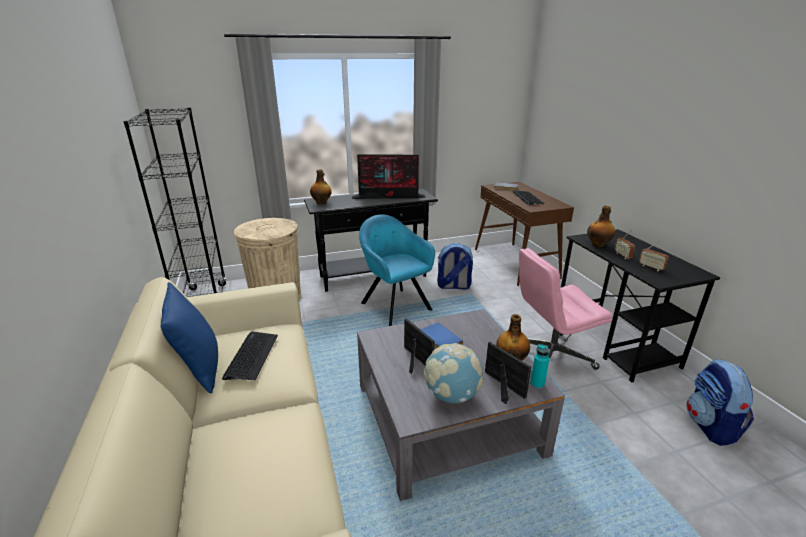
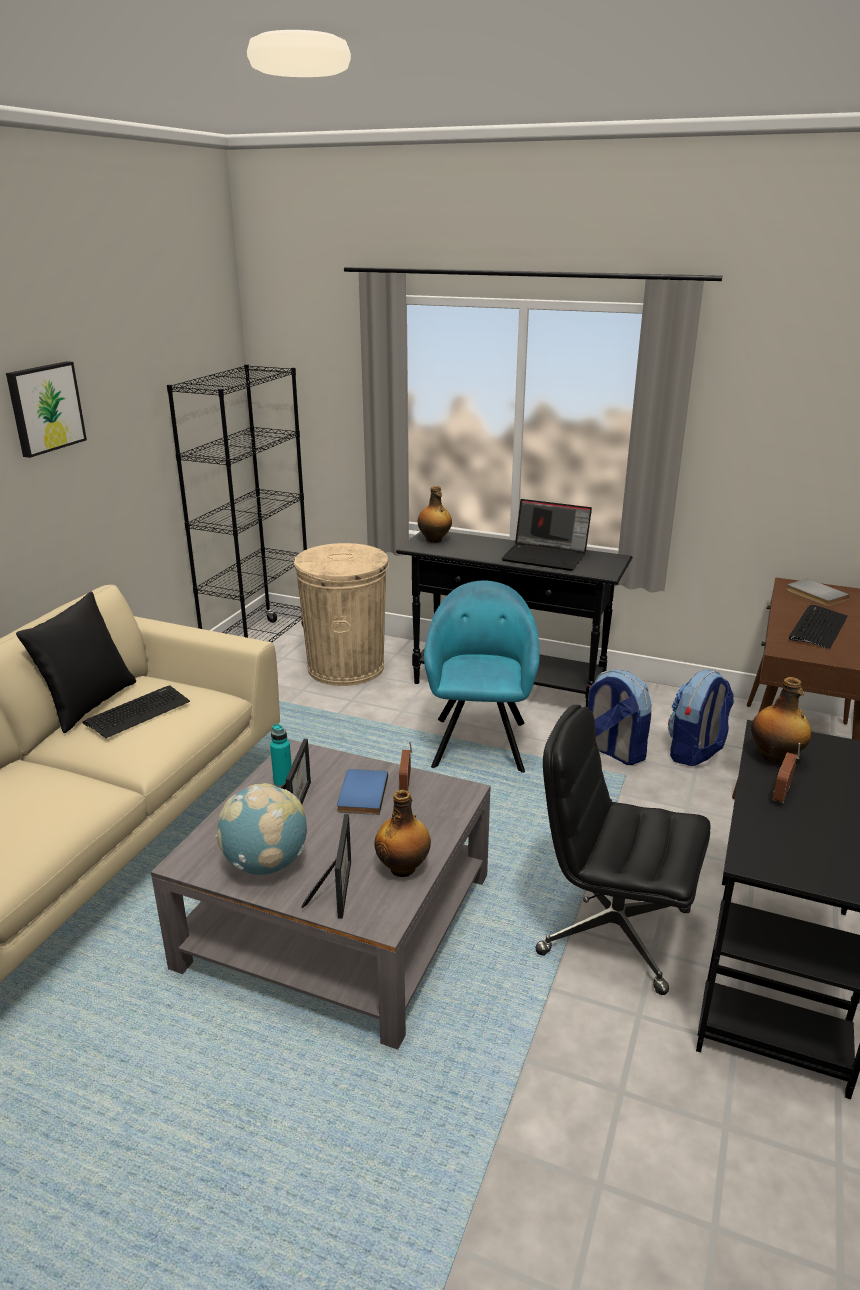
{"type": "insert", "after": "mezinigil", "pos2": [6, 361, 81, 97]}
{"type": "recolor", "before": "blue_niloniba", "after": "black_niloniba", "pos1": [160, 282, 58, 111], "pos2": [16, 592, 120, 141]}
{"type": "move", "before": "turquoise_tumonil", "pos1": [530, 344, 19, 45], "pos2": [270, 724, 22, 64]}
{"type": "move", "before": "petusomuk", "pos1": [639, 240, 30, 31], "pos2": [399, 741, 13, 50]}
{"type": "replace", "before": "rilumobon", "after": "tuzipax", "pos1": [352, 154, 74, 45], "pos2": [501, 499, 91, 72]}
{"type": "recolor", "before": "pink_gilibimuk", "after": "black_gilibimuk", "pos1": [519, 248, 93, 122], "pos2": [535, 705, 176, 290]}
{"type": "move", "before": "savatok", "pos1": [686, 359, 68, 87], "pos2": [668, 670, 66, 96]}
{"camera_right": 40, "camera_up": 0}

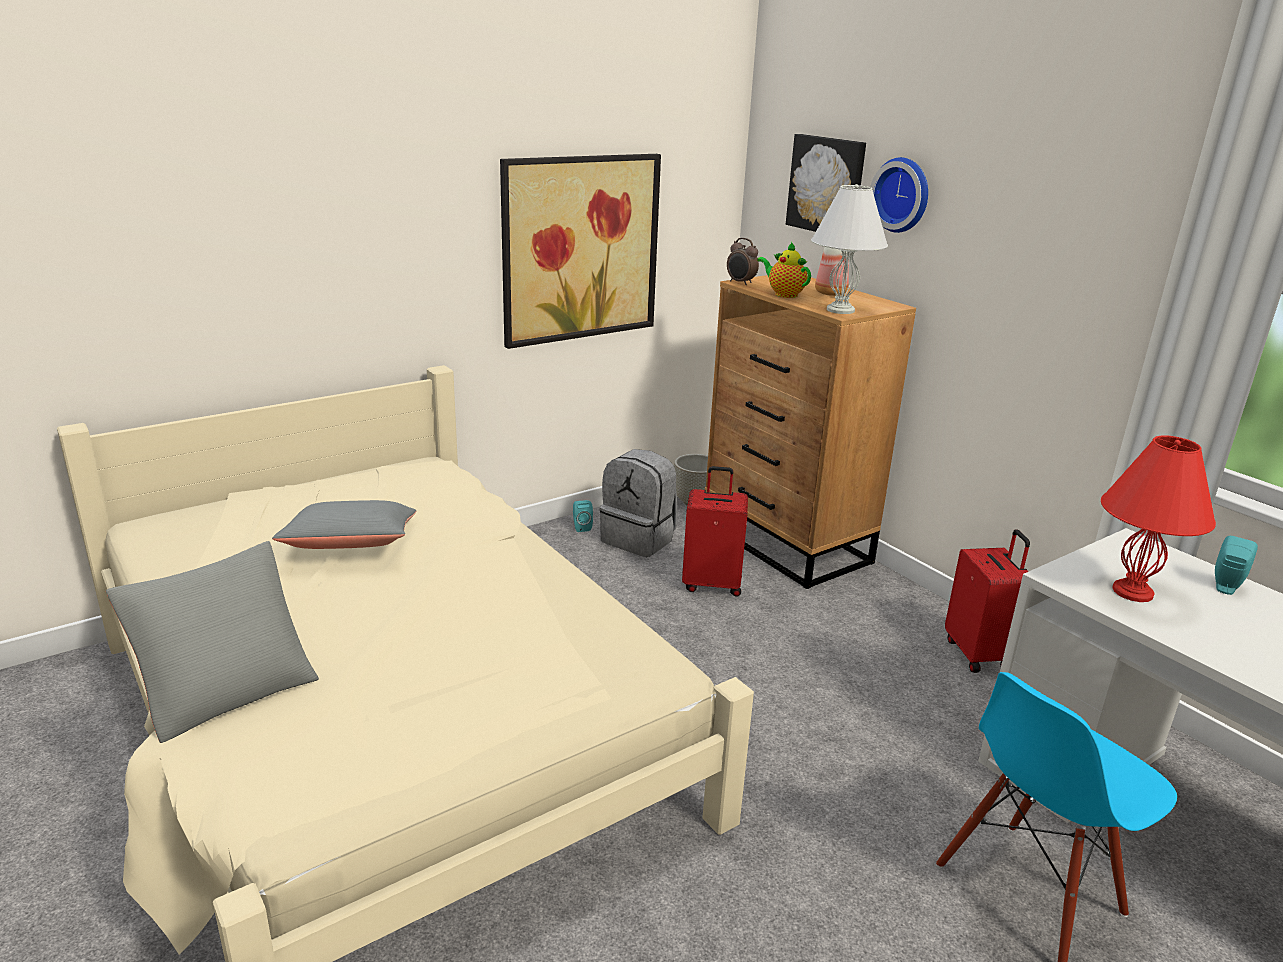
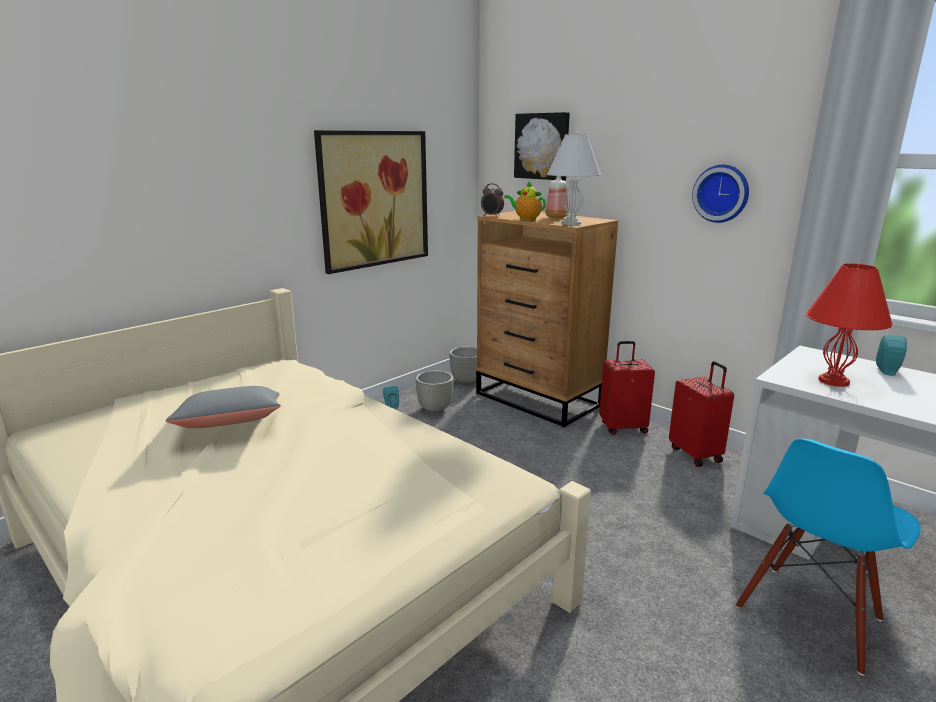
{"type": "replace", "before": "grey_savatok", "after": "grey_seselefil", "pos1": [600, 449, 77, 108], "pos2": [415, 370, 38, 43]}
{"type": "move", "before": "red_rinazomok", "pos1": [682, 466, 66, 131], "pos2": [599, 341, 56, 94]}
{"type": "move", "before": "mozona", "pos1": [870, 157, 58, 76], "pos2": [692, 164, 57, 59]}
{"type": "delete", "before": "grey_niloniba", "pos1": [106, 541, 213, 202]}
{"camera_right": -10, "camera_up": -5}

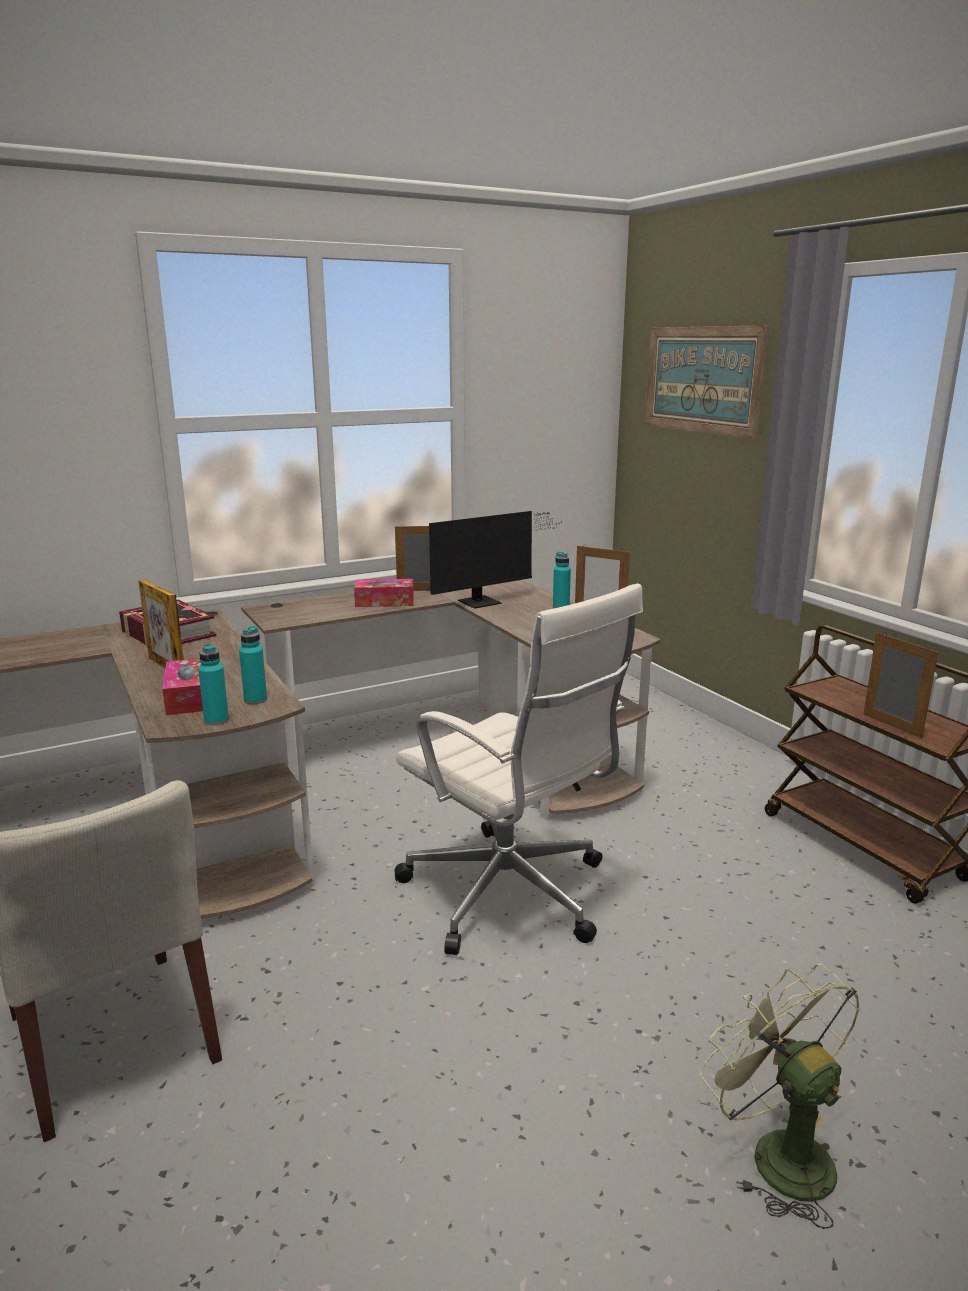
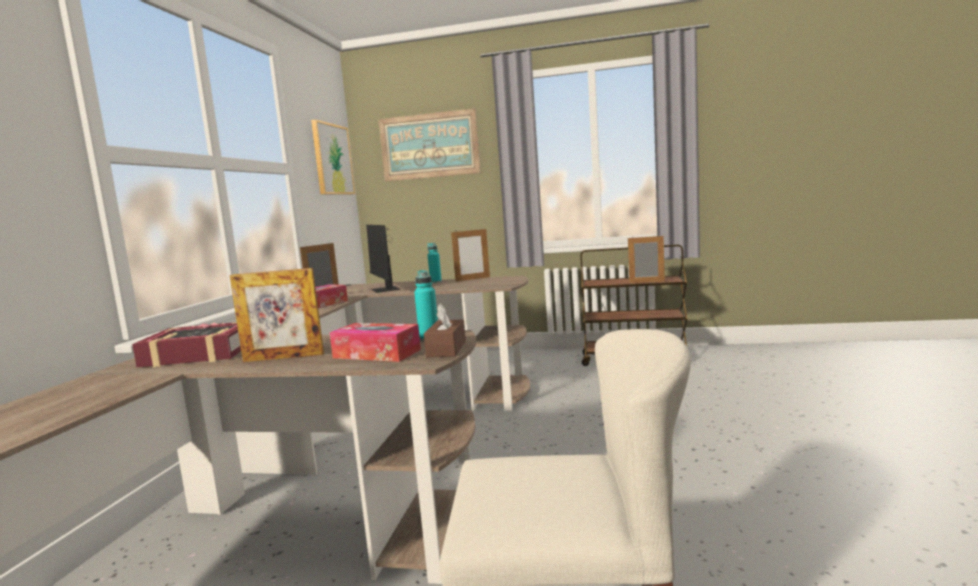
{"type": "insert", "after": "mezinigil", "pos2": [311, 119, 44, 76]}
{"type": "rotate", "before": "rilumobon", "pos1": [429, 511, 131, 98], "pos2": [366, 225, 34, 68], "turn": 150}
{"type": "replace", "before": "turquoise_tumonil", "after": "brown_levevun", "pos1": [198, 644, 31, 81], "pos2": [424, 303, 42, 54]}
{"type": "delete", "before": "white_gilibimuk", "pos1": [395, 583, 248, 372]}
{"type": "delete", "before": "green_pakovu", "pos1": [700, 963, 160, 266]}
{"camera_right": -50, "camera_up": -10}

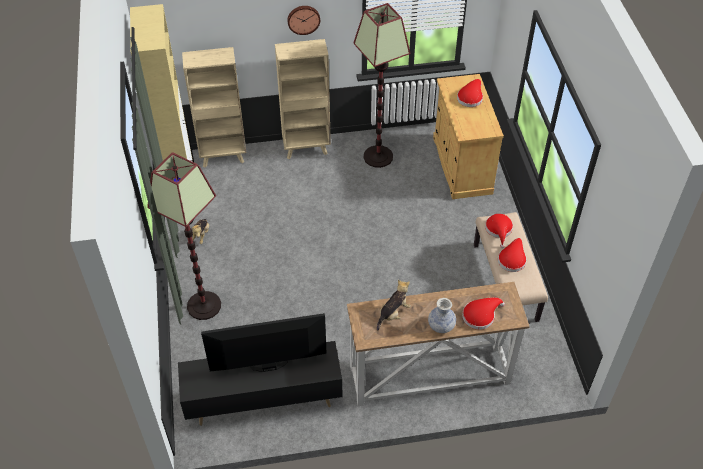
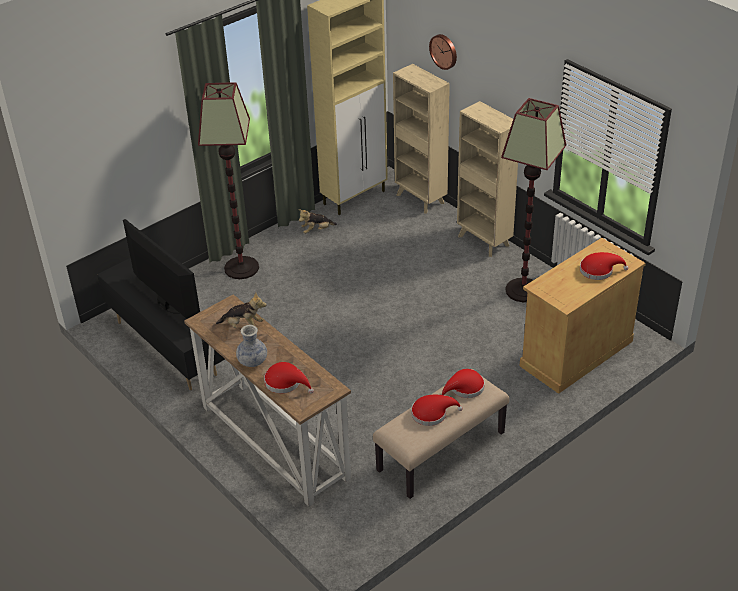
{"type": "move", "before": "mozona", "pos1": [287, 6, 33, 29], "pos2": [429, 34, 28, 36]}
{"camera_right": 60, "camera_up": -10}

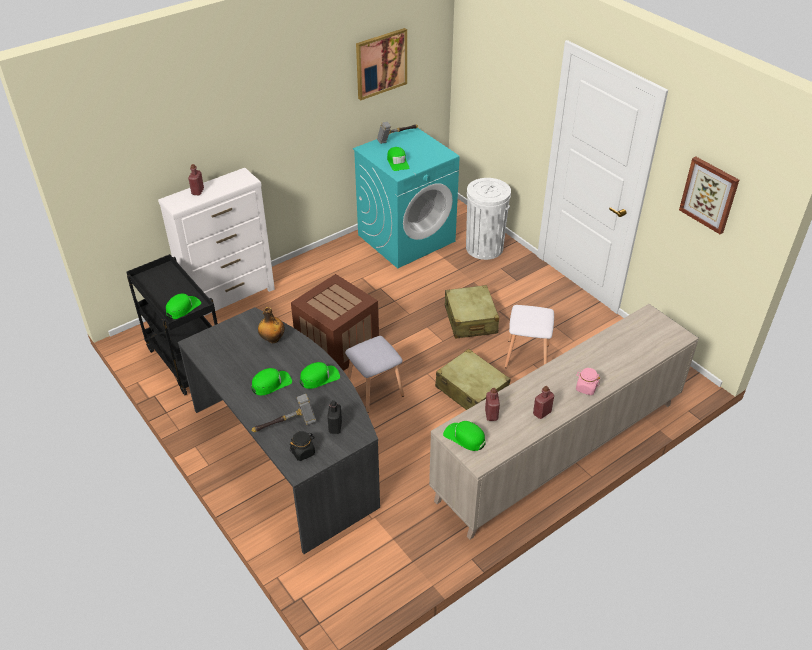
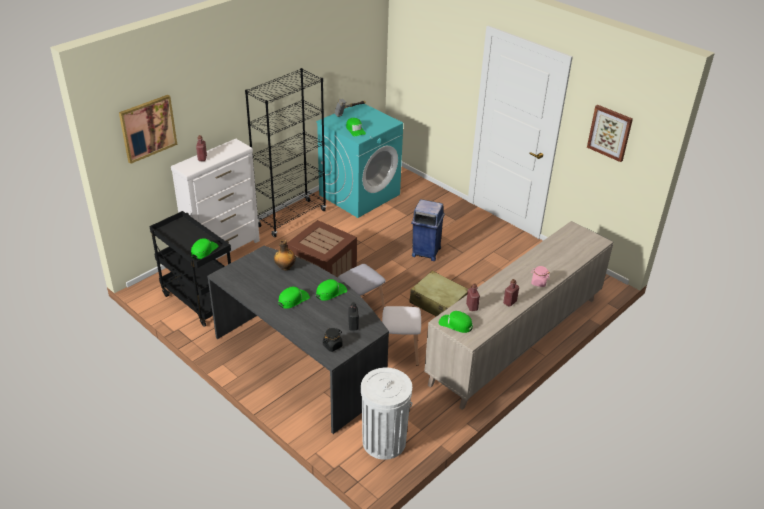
{"type": "move", "before": "mezinigil", "pos1": [356, 28, 51, 72], "pos2": [119, 95, 58, 69]}
{"type": "insert", "after": "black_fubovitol", "pos2": [245, 68, 81, 169]}
{"type": "move", "before": "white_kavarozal", "pos1": [466, 178, 45, 82], "pos2": [361, 368, 51, 92]}
{"type": "move", "before": "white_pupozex", "pos1": [505, 305, 49, 63], "pos2": [382, 306, 39, 60]}
{"type": "replace", "before": "beige_rinazomok", "after": "blue_kavarozal", "pos1": [445, 285, 54, 53], "pos2": [411, 199, 34, 62]}
{"type": "delete", "before": "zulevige", "pos1": [251, 394, 65, 38]}
{"camera_right": -10, "camera_up": -5}

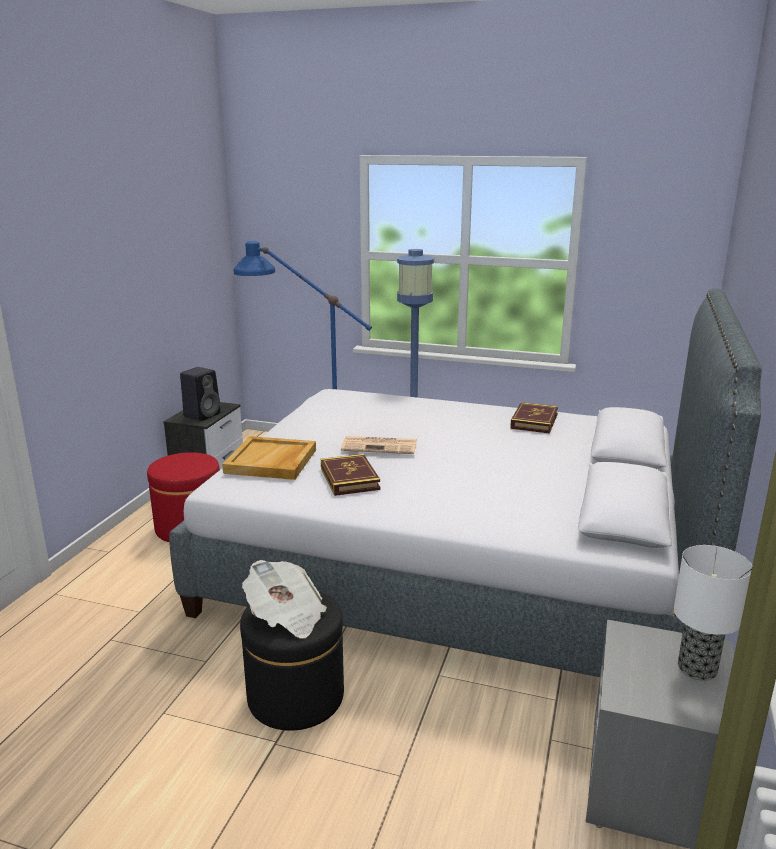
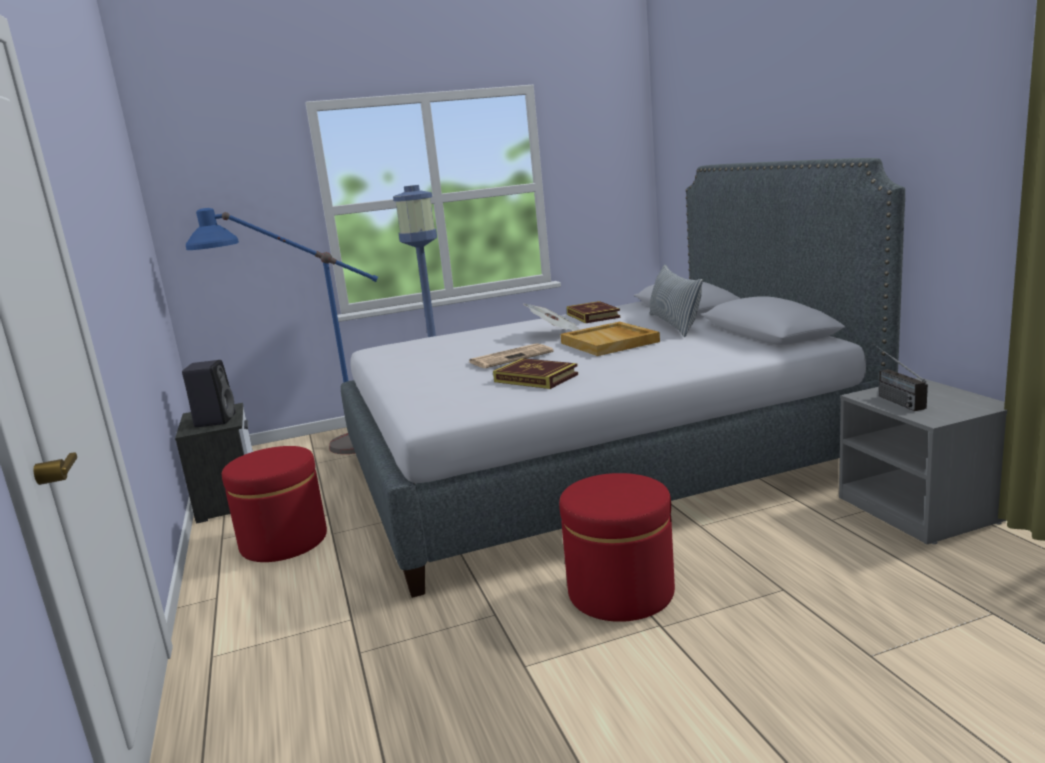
{"type": "move", "before": "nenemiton", "pos1": [242, 560, 85, 78], "pos2": [523, 304, 57, 27]}
{"type": "recolor", "before": "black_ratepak", "after": "red_ratepak", "pos1": [240, 591, 104, 140], "pos2": [559, 473, 116, 149]}
{"type": "move", "before": "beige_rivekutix", "pos1": [222, 436, 94, 44], "pos2": [560, 322, 100, 34]}
{"type": "insert", "after": "niloniba", "pos2": [650, 264, 53, 73]}
{"type": "insert", "after": "petusomuk", "pos2": [872, 343, 56, 68]}
{"type": "delete", "before": "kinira", "pos1": [674, 545, 78, 136]}
{"camera_right": -35, "camera_up": -5}

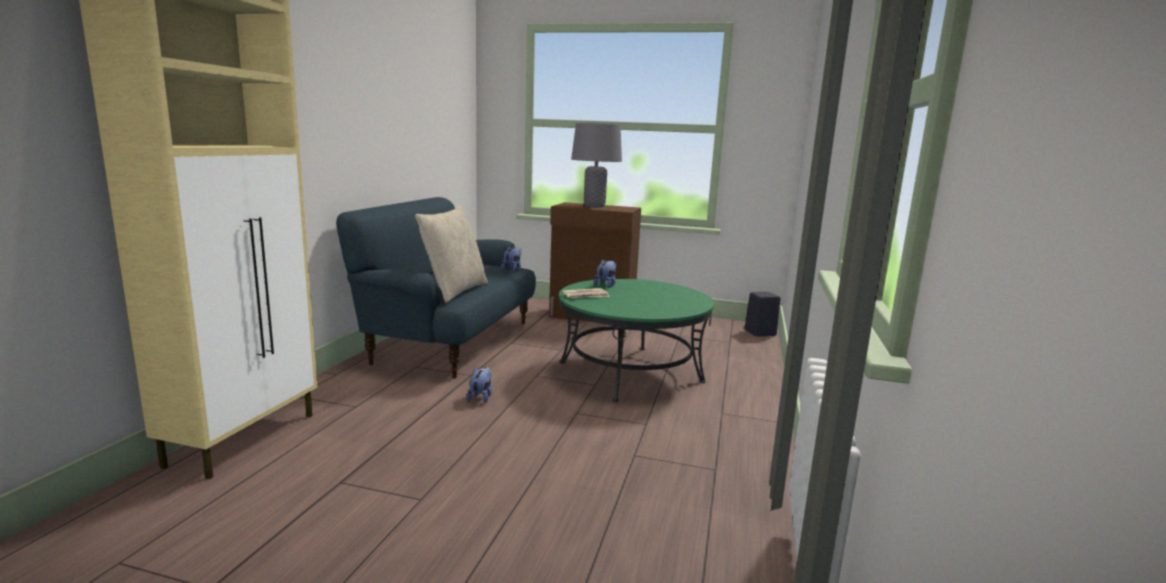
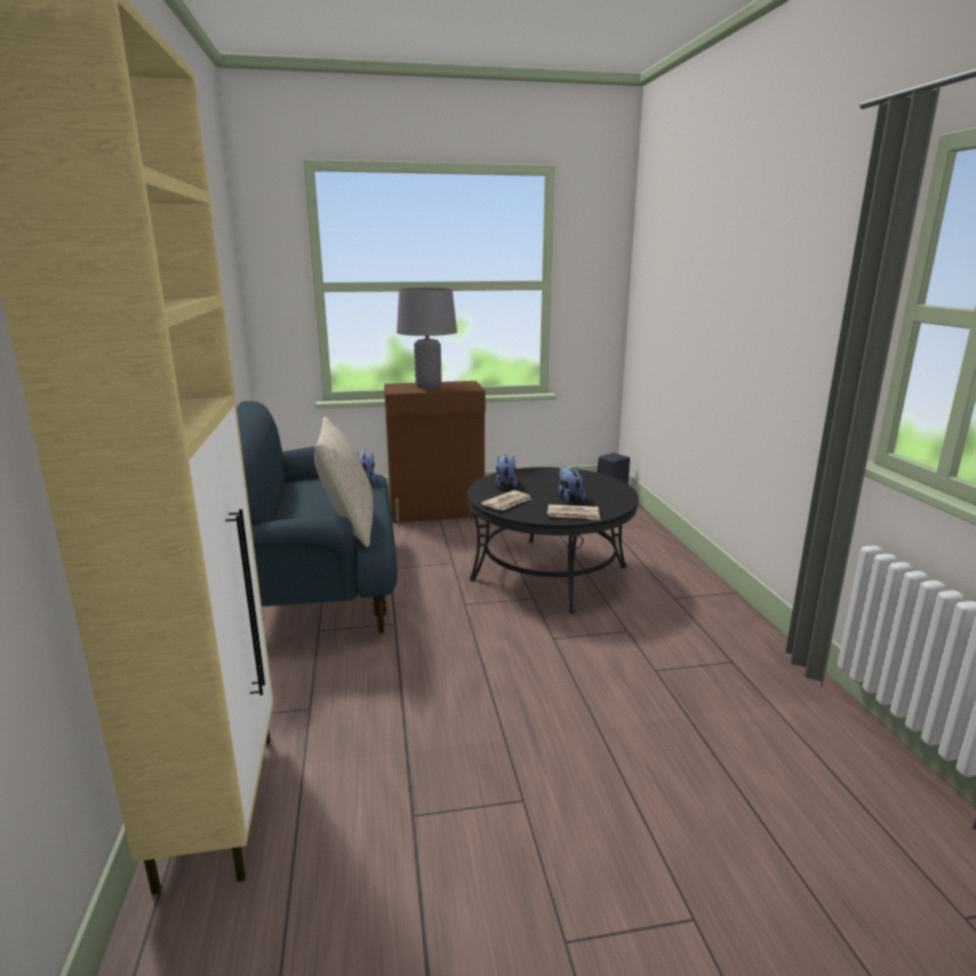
{"type": "recolor", "before": "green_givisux", "after": "black_givisux", "pos1": [559, 279, 155, 123], "pos2": [468, 467, 171, 147]}
{"type": "insert", "after": "nenemiton", "pos2": [547, 504, 54, 16]}
{"type": "move", "before": "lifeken", "pos1": [466, 366, 26, 37], "pos2": [558, 466, 27, 36]}
{"camera_right": -25, "camera_up": 5}

